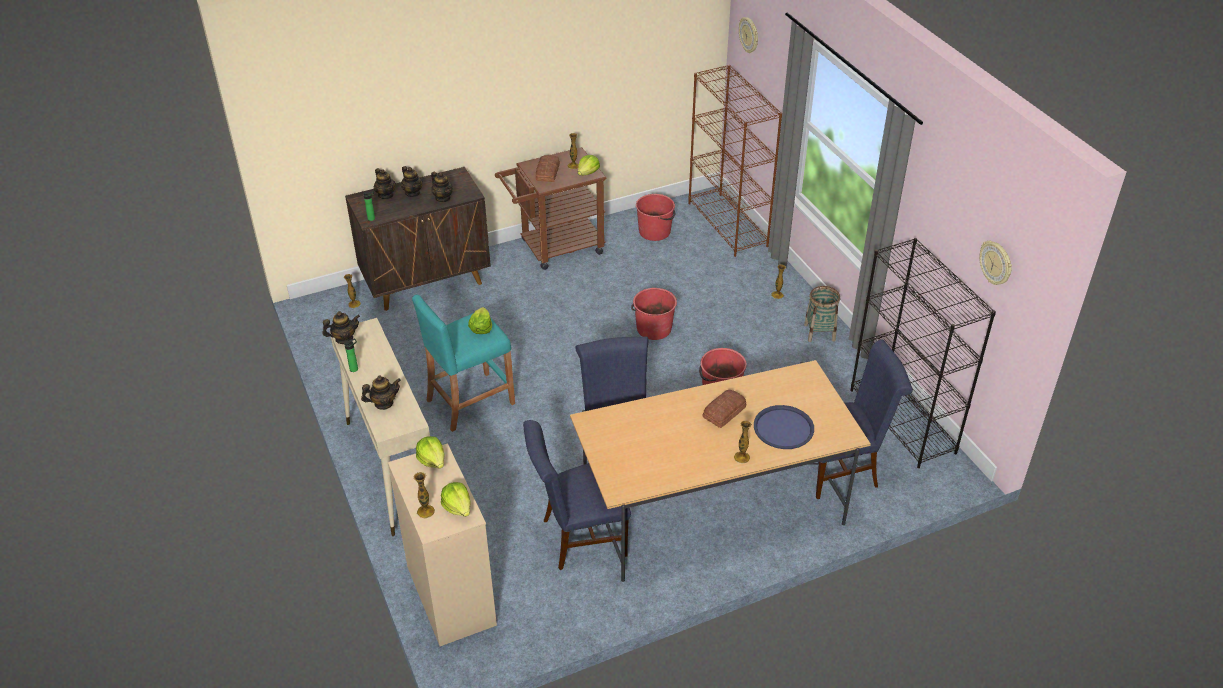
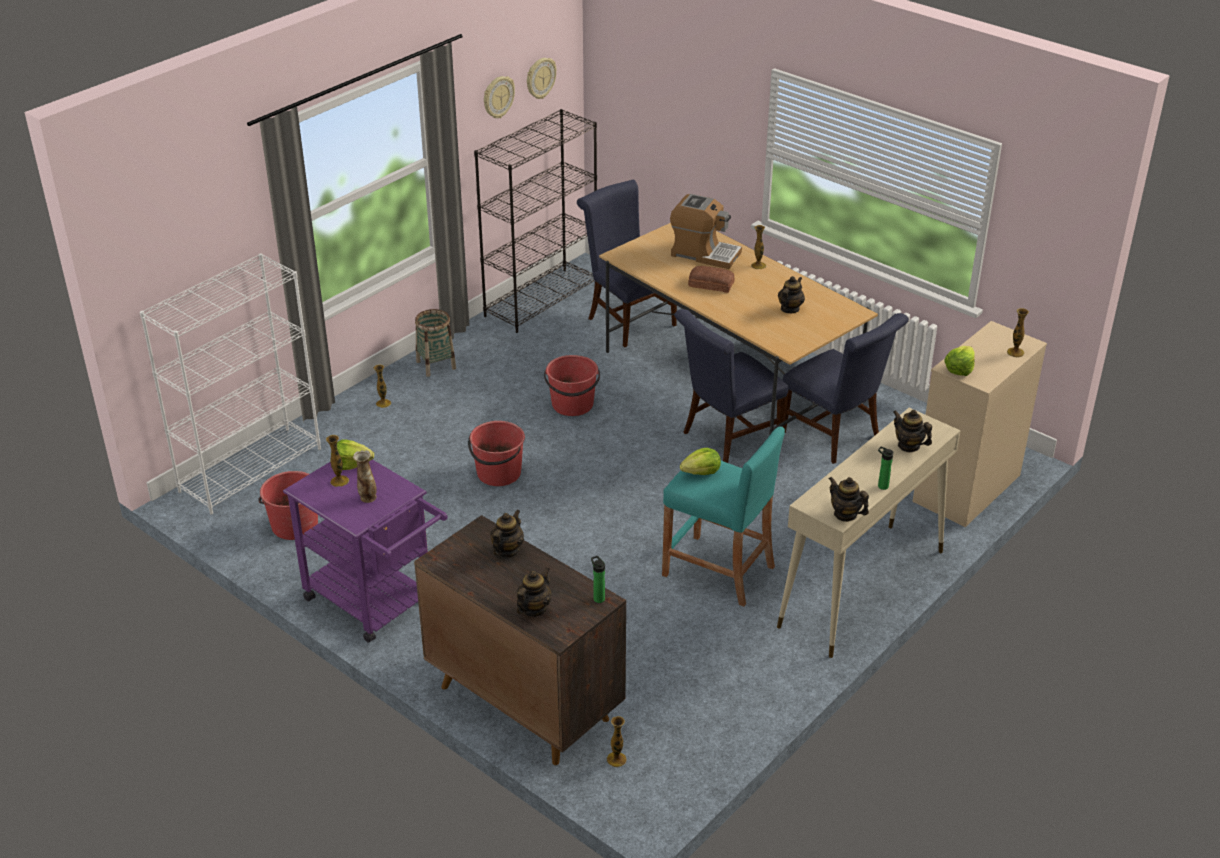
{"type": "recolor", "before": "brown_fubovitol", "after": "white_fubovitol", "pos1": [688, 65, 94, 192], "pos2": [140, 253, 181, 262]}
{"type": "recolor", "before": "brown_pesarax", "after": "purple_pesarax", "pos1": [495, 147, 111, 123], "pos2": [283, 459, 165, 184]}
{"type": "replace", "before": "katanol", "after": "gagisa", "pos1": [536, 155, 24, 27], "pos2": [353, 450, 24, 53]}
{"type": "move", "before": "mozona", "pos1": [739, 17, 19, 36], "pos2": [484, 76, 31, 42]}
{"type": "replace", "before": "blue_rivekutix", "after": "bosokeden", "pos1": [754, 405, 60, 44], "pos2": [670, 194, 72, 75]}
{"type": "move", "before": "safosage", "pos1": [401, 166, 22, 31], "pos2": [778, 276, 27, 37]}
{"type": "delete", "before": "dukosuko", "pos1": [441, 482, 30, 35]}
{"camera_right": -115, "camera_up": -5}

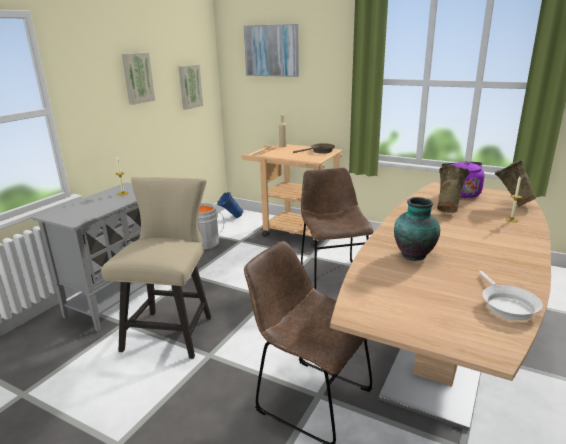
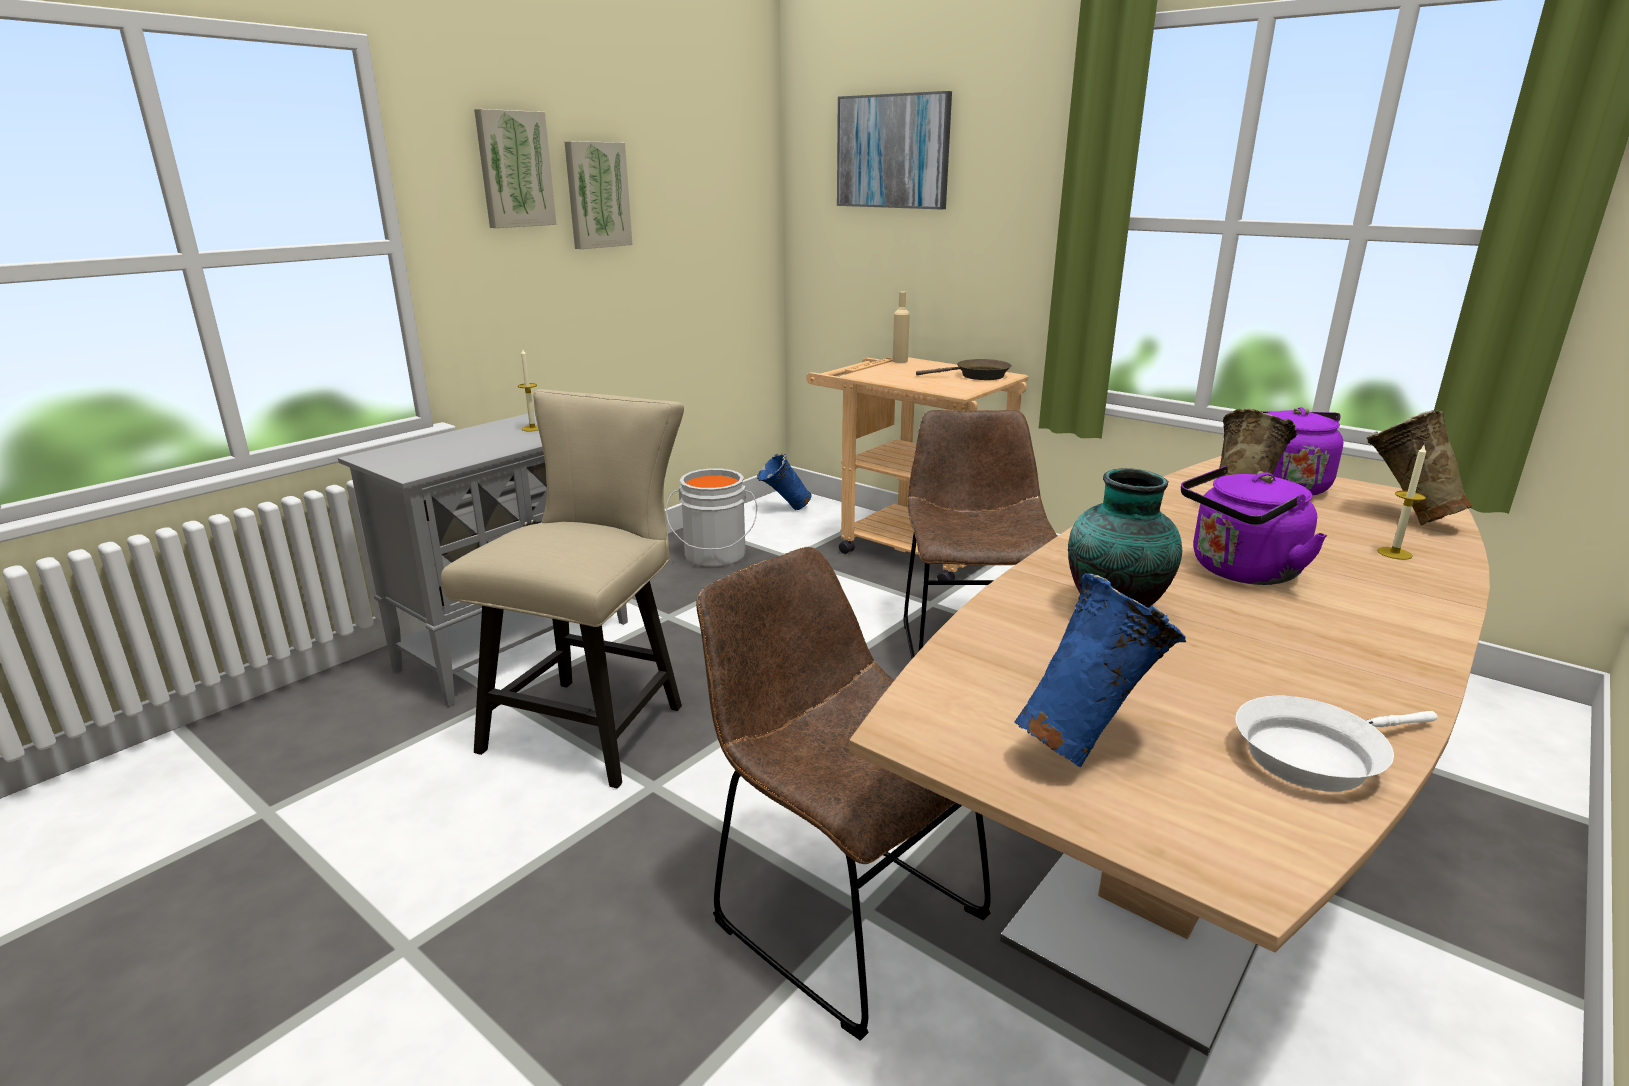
{"type": "move", "before": "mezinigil", "pos1": [178, 64, 25, 46], "pos2": [474, 109, 83, 119]}
{"type": "insert", "after": "blue_gagisa", "pos2": [1014, 573, 172, 194]}
{"type": "insert", "after": "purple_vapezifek", "pos2": [1181, 466, 146, 119]}
{"type": "rotate", "before": "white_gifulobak", "pos1": [479, 271, 64, 49], "pos2": [1235, 696, 203, 96], "turn": 60}
{"camera_right": 10, "camera_up": 0}

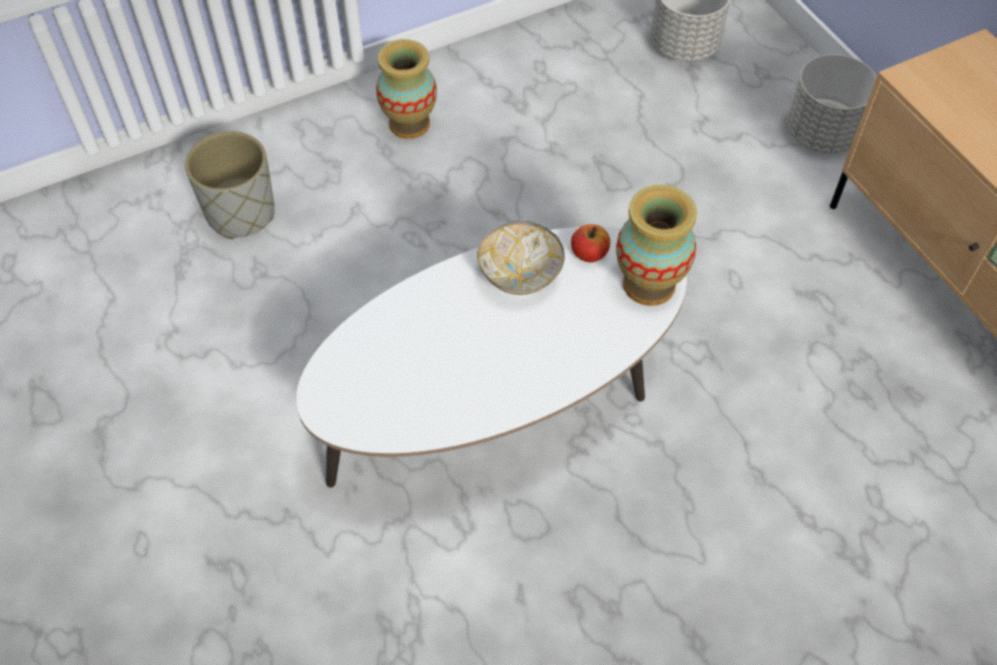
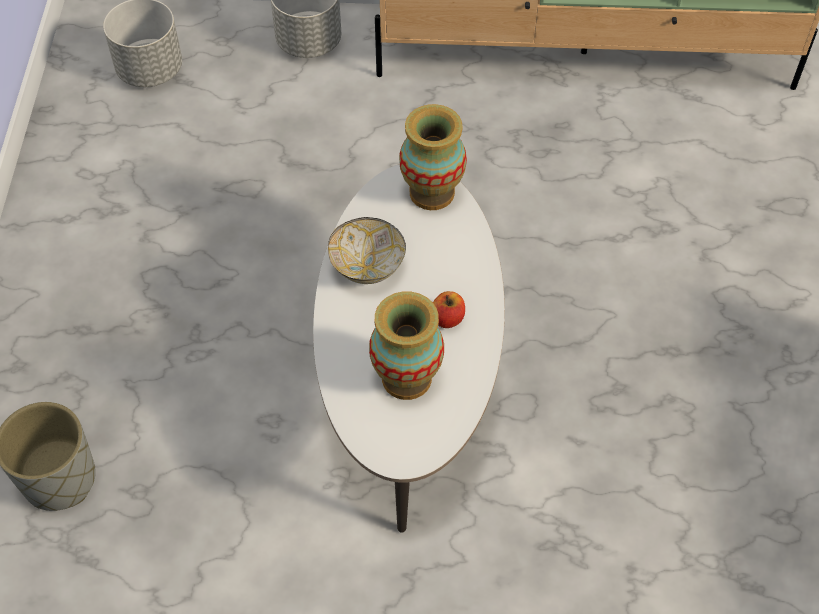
{"type": "move", "before": "gagisa", "pos1": [376, 39, 61, 100], "pos2": [369, 292, 75, 108]}
{"type": "move", "before": "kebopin", "pos1": [571, 224, 39, 38], "pos2": [433, 291, 32, 37]}
{"camera_right": -60, "camera_up": 0}

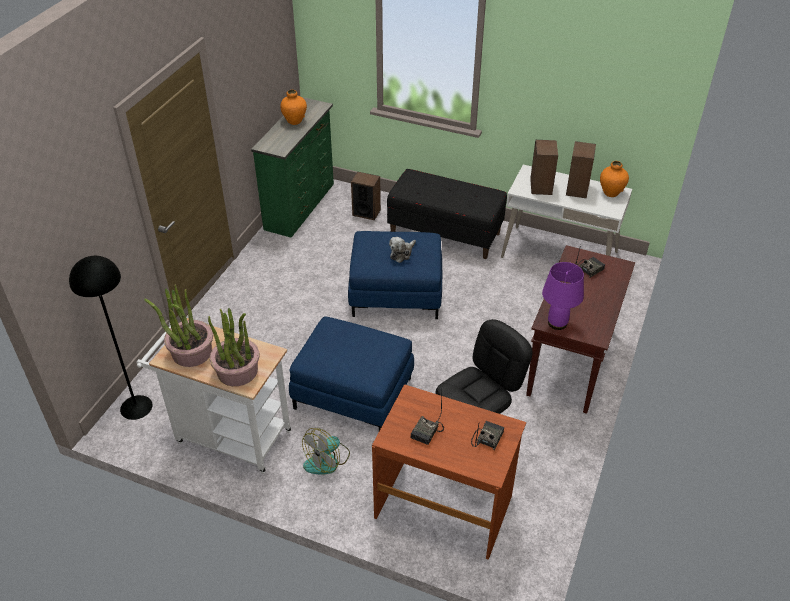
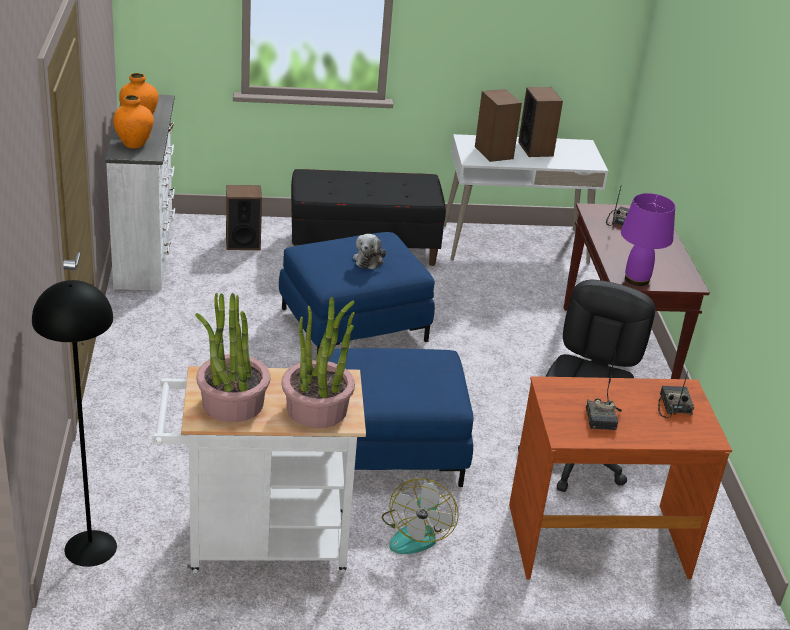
{"type": "recolor", "before": "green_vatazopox", "after": "white_vatazopox", "pos1": [251, 97, 83, 141], "pos2": [105, 95, 70, 195]}
{"type": "move", "before": "orange_gagisa", "pos1": [600, 161, 29, 36], "pos2": [113, 95, 41, 53]}
{"camera_right": -30, "camera_up": -10}

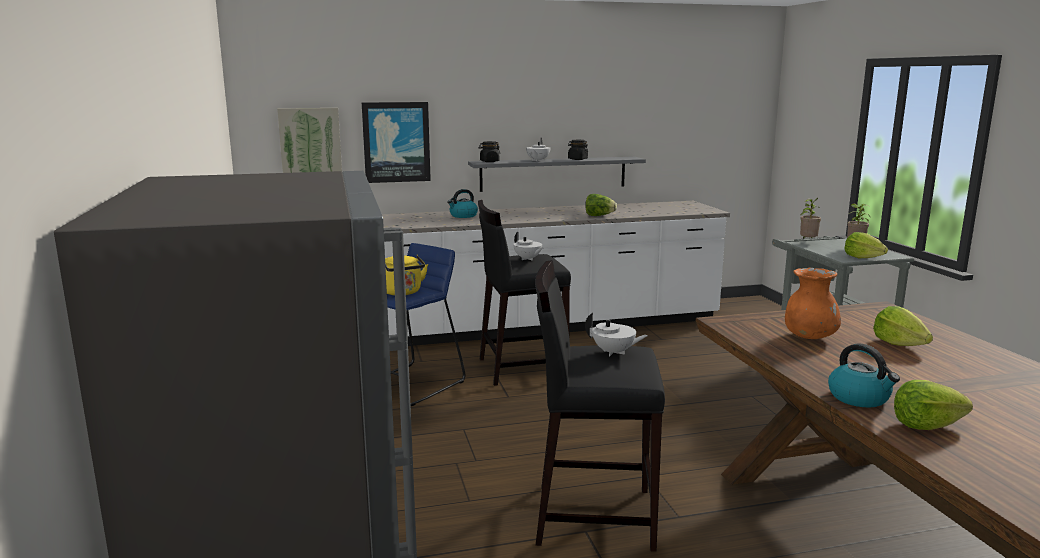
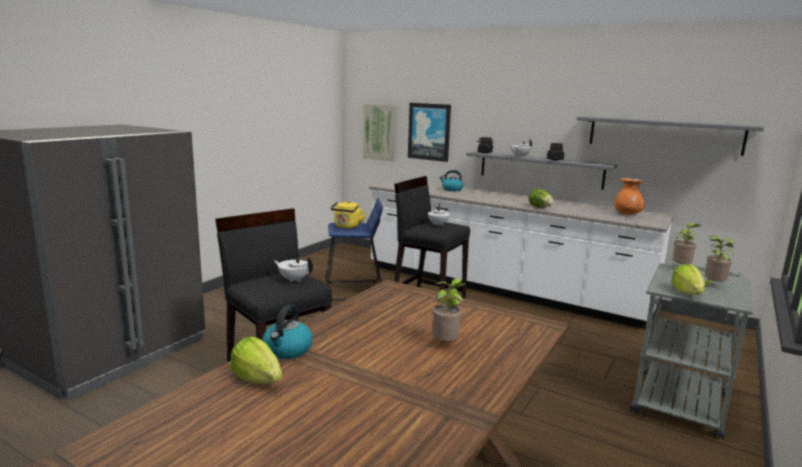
{"type": "rotate", "before": "white_safosage", "pos1": [585, 313, 63, 43], "pos2": [274, 256, 39, 27], "turn": 135}
{"type": "replace", "before": "dukosuko", "after": "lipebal", "pos1": [873, 306, 60, 40], "pos2": [432, 278, 34, 63]}
{"type": "insert", "after": "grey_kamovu", "pos2": [577, 116, 187, 40]}
{"type": "move", "before": "orange_gagisa", "pos1": [785, 268, 56, 71], "pos2": [614, 178, 31, 37]}
{"camera_right": 45, "camera_up": 0}

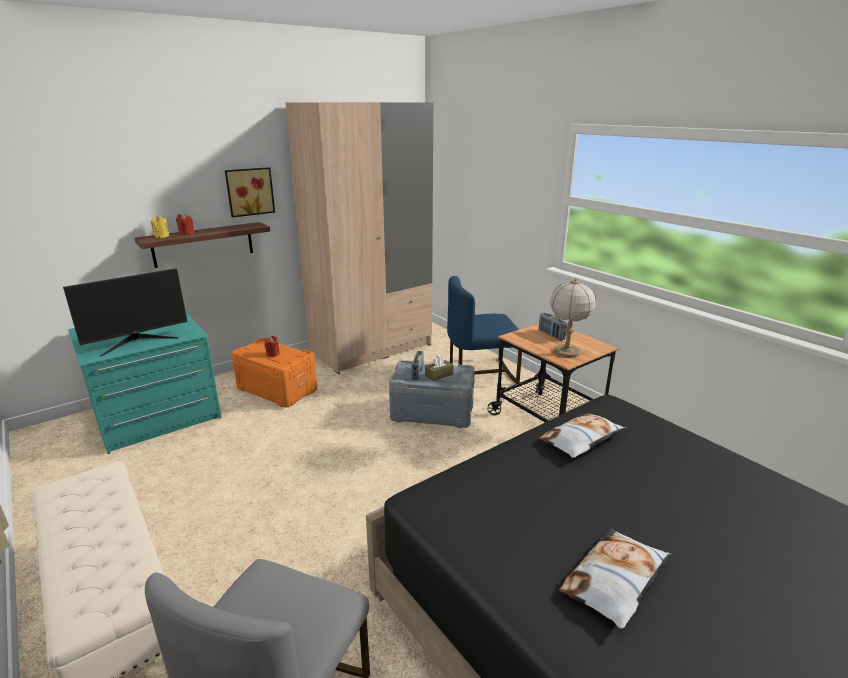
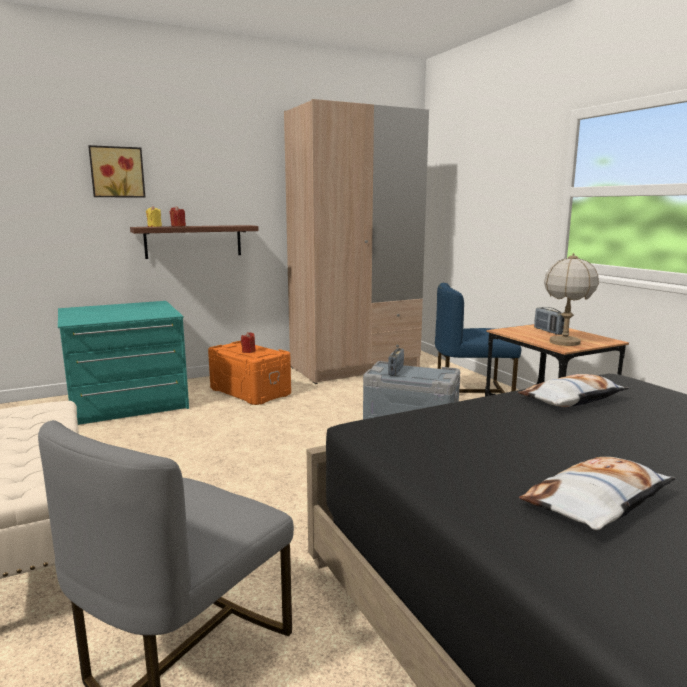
{"type": "move", "before": "mezinigil", "pos1": [225, 167, 50, 51], "pos2": [88, 145, 57, 53]}
{"type": "delete", "before": "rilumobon", "pos1": [63, 268, 124, 88]}
{"type": "delete", "before": "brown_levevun", "pos1": [425, 355, 28, 26]}
{"camera_right": 10, "camera_up": -10}

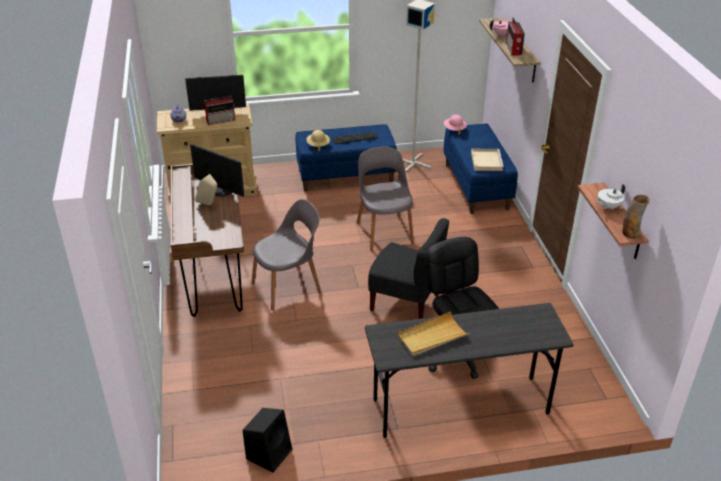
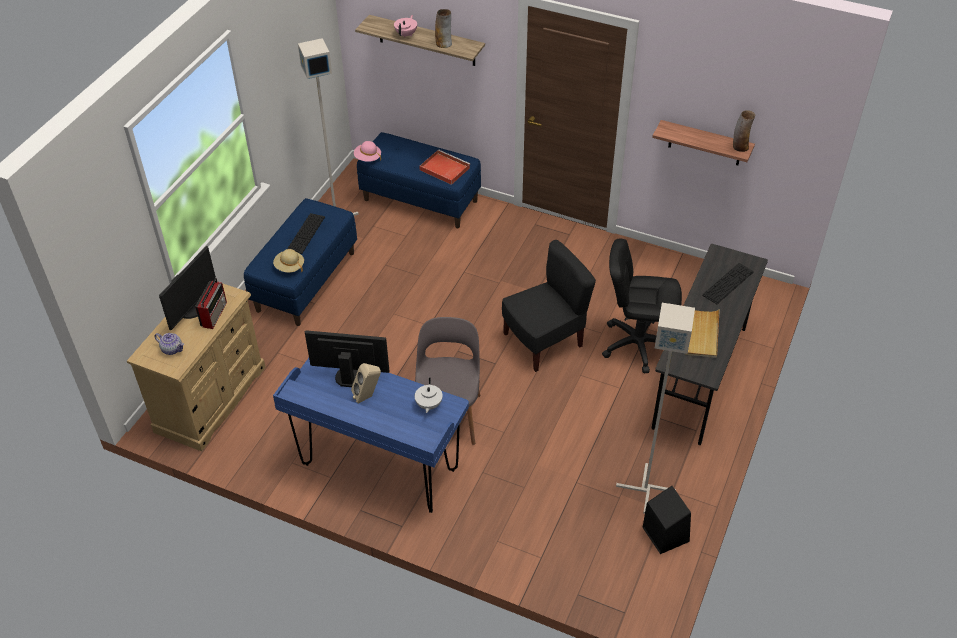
{"type": "recolor", "before": "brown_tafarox", "after": "blue_tafarox", "pos1": [171, 164, 73, 153], "pos2": [273, 358, 196, 155]}
{"type": "rotate", "before": "rilumobon", "pos1": [190, 144, 54, 53], "pos2": [305, 330, 85, 57], "turn": -150}
{"type": "move", "before": "white_safosage", "pos1": [596, 184, 29, 26], "pos2": [415, 377, 28, 36]}
{"type": "recolor", "before": "beige_rivekutix", "after": "red_rivekutix", "pos1": [471, 149, 33, 22], "pos2": [419, 150, 52, 35]}
{"type": "replace", "before": "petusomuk", "after": "gagisa", "pos1": [506, 18, 19, 38], "pos2": [435, 9, 17, 39]}
{"type": "insert", "after": "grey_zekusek", "pos2": [616, 303, 79, 211]}
{"type": "insert", "after": "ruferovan", "pos2": [702, 263, 52, 41]}
{"type": "delete", "before": "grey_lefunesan", "pos1": [357, 147, 57, 104]}
{"camera_right": -55, "camera_up": 10}

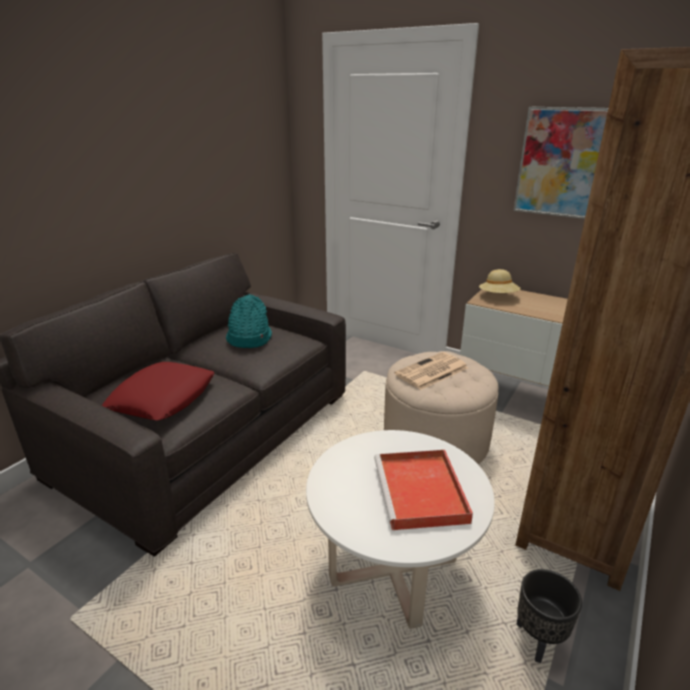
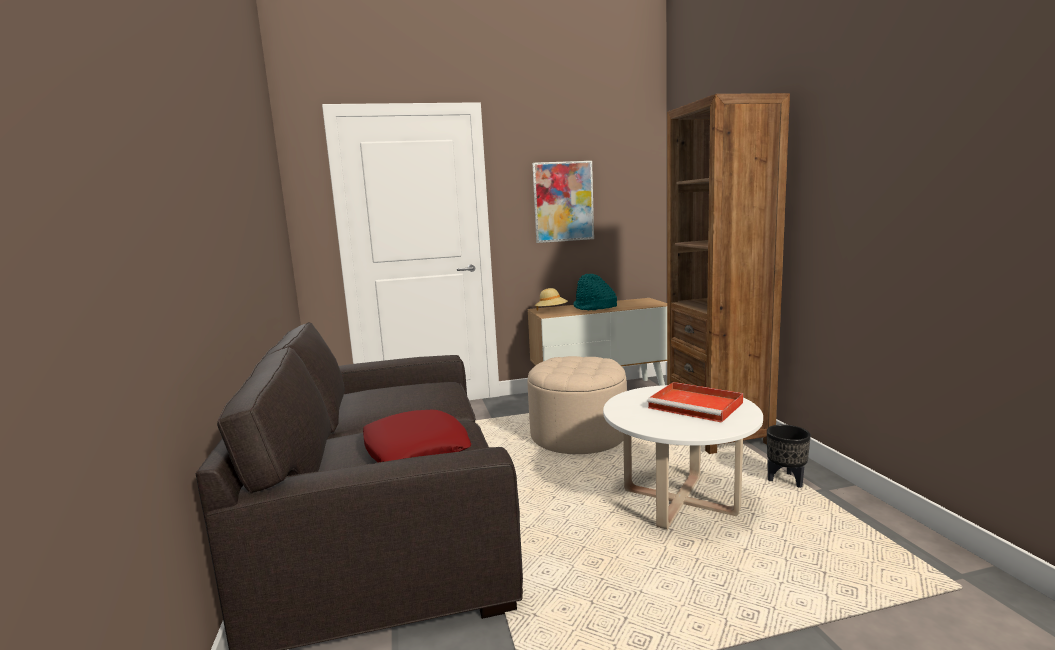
{"type": "move", "before": "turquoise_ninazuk", "pos1": [226, 294, 46, 54], "pos2": [573, 274, 44, 36]}
{"type": "delete", "before": "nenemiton", "pos1": [394, 352, 74, 38]}
{"camera_right": -45, "camera_up": -15}

